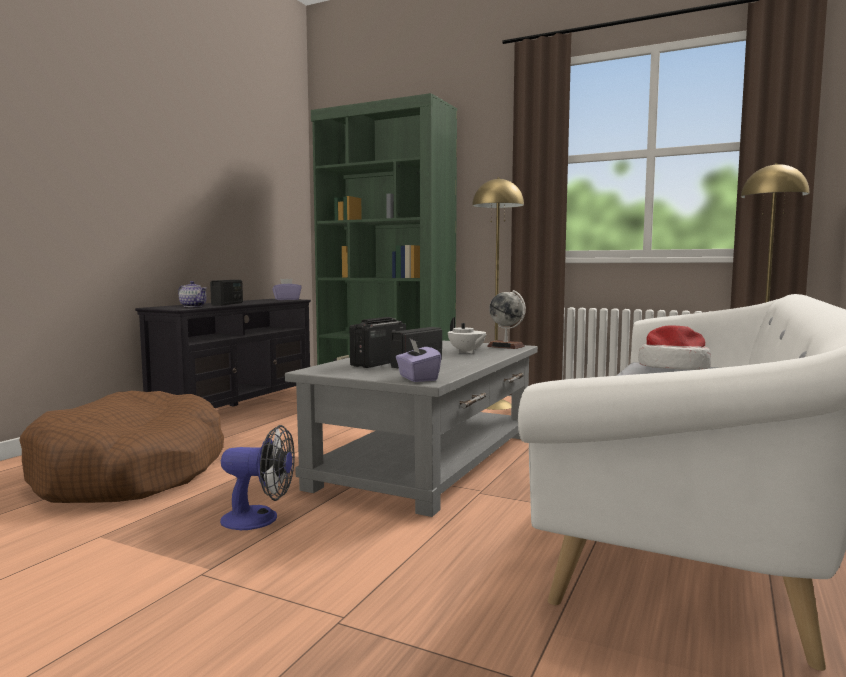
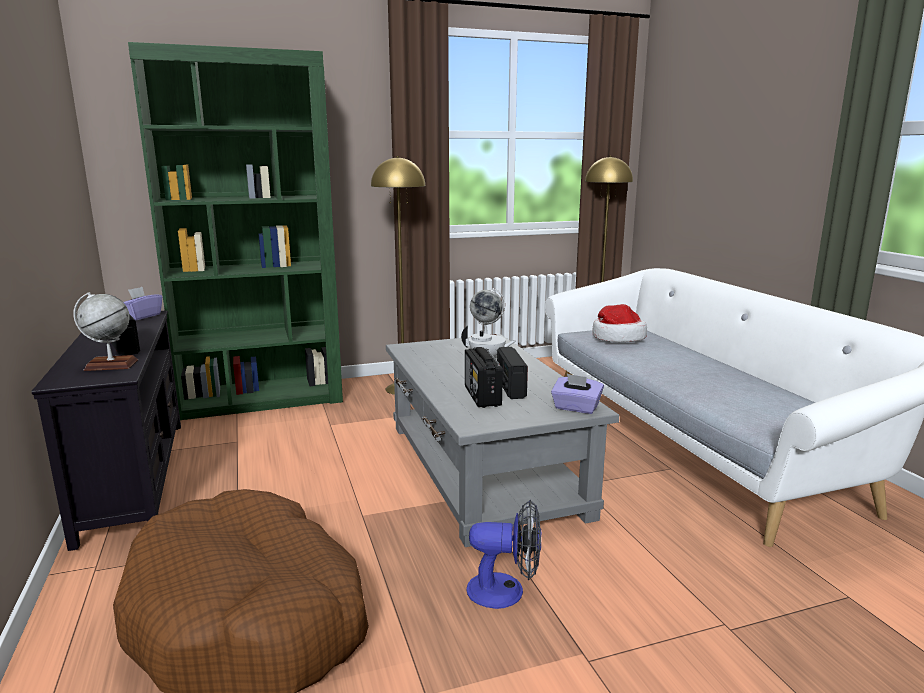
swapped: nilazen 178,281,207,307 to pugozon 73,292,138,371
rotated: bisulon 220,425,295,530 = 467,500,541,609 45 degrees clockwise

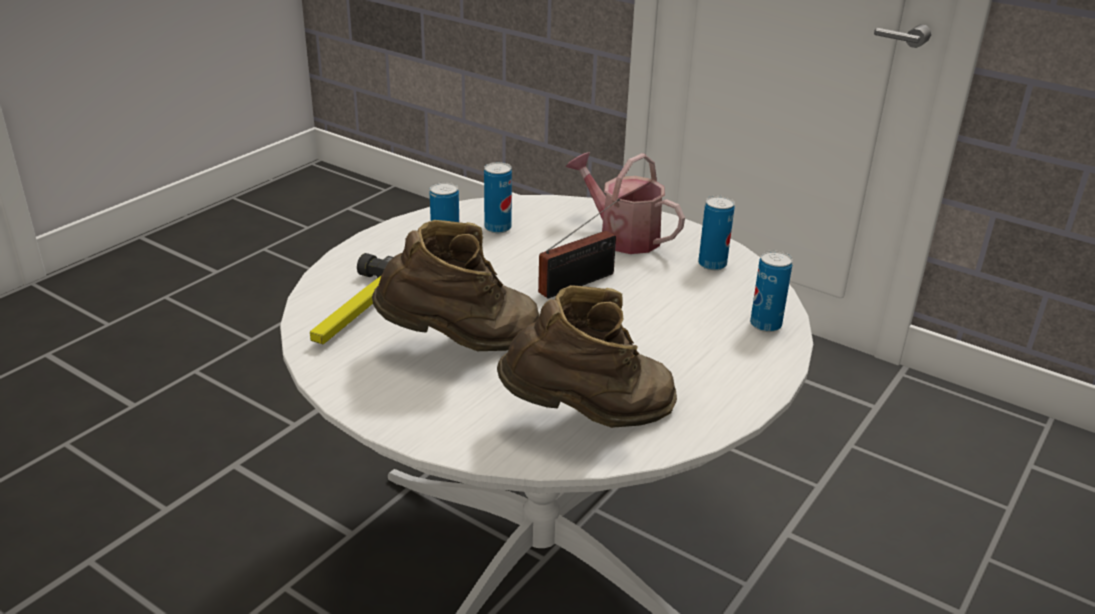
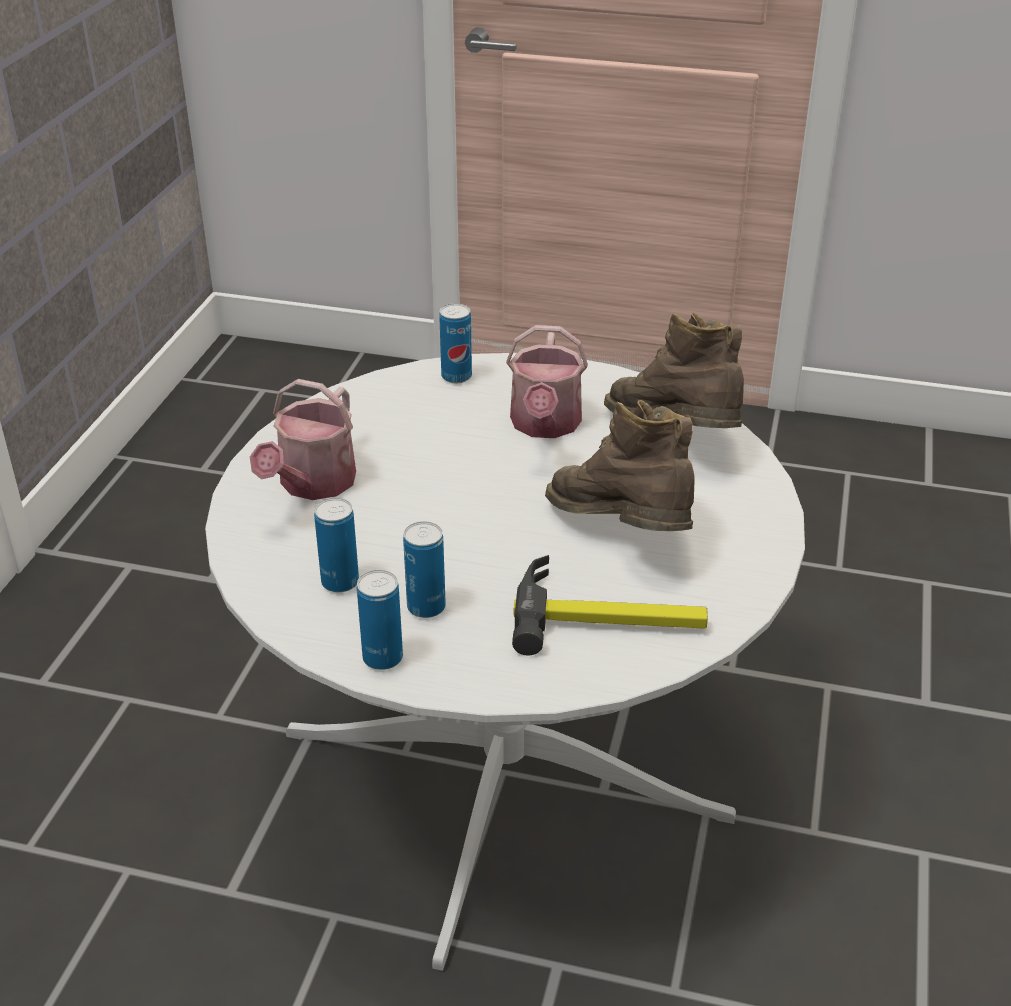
gone: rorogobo 538,199,620,298
new: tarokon 506,325,588,438
shifted: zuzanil 698,196,735,270 to 357,570,403,670

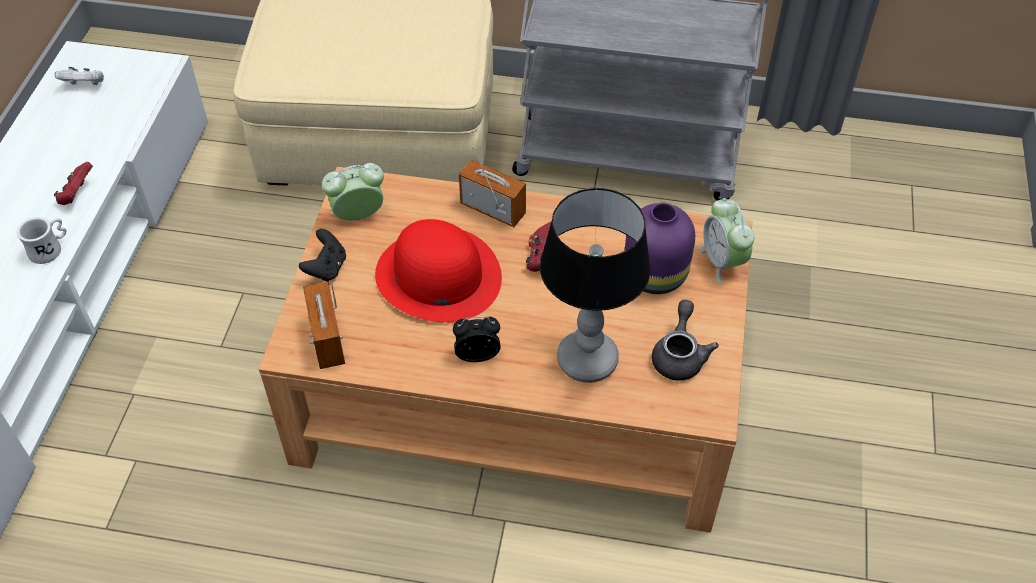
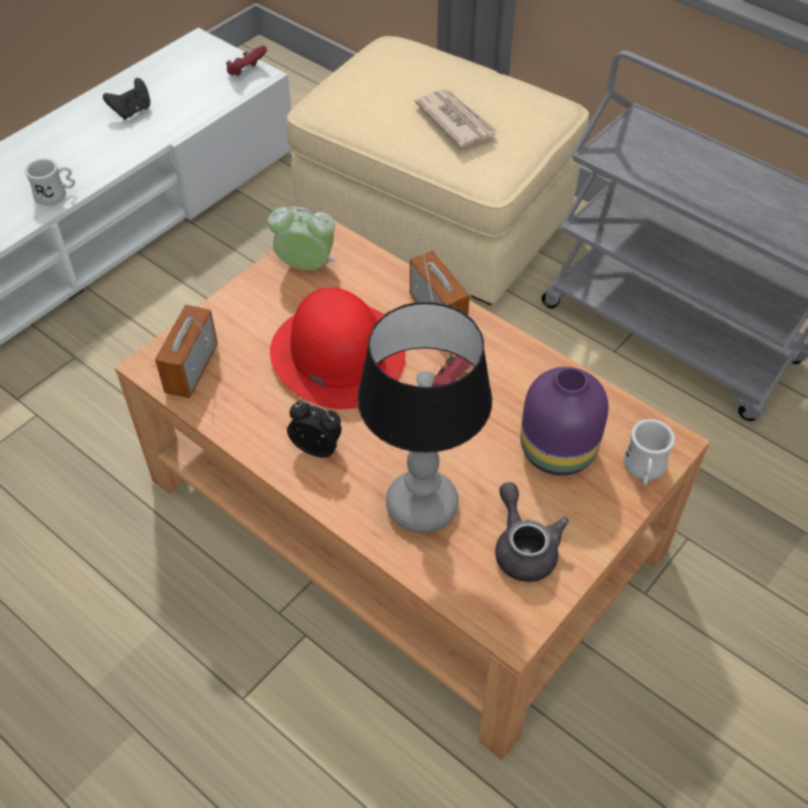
gone: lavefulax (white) 55,67,104,85
new: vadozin 414,89,498,148
shifted: lavefulax (red) 54,162,93,205 to 226,45,267,76; lavefulax (black) 299,229,346,282 to 103,78,150,120
swapped: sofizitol 699,198,754,284 to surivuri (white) 624,419,675,485
rotated: nilazen (grey) 652,300,719,381 = 495,482,569,582 60 degrees counterclockwise

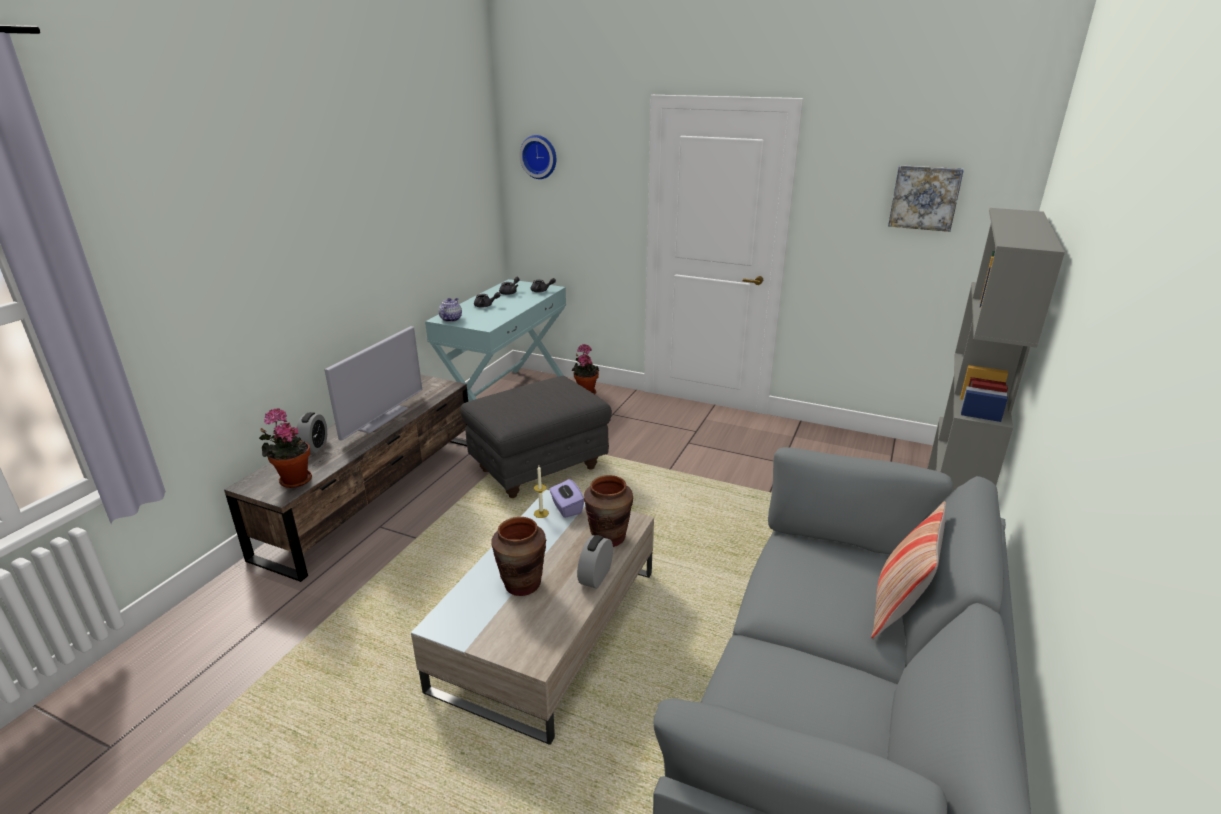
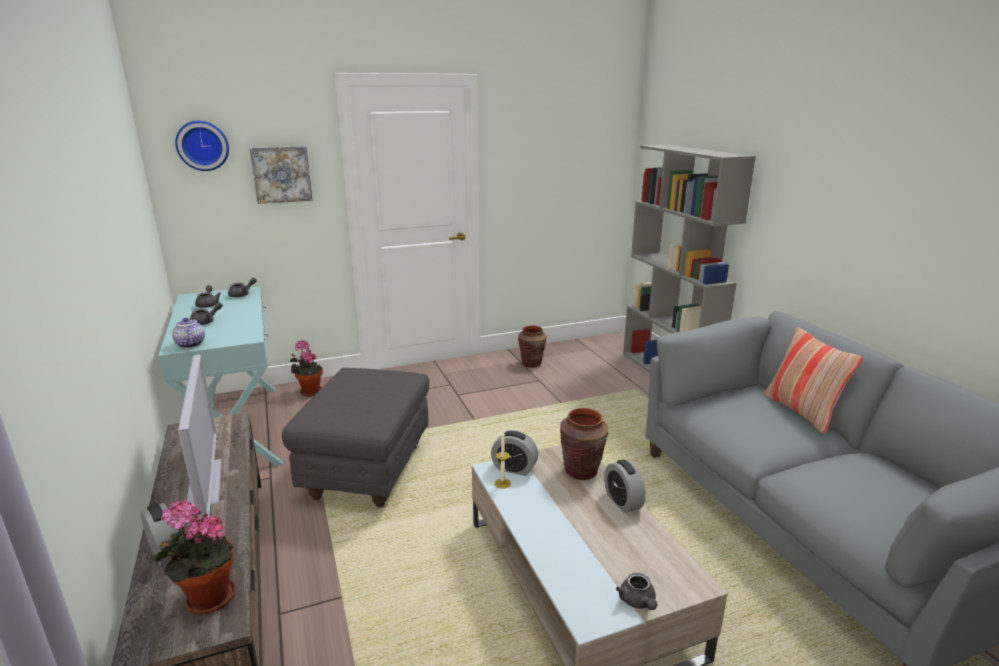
new: nilazen (grey) 616,573,657,610
shifted: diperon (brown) 491,517,546,596 to 518,326,547,368; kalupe 888,165,964,232 to 250,146,313,204
swapped: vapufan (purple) 549,479,584,518 to sofizitol 491,430,538,476

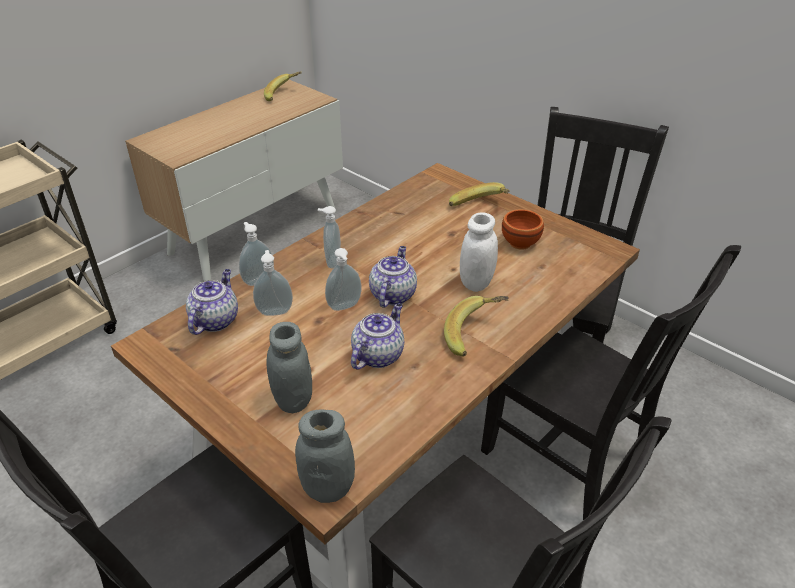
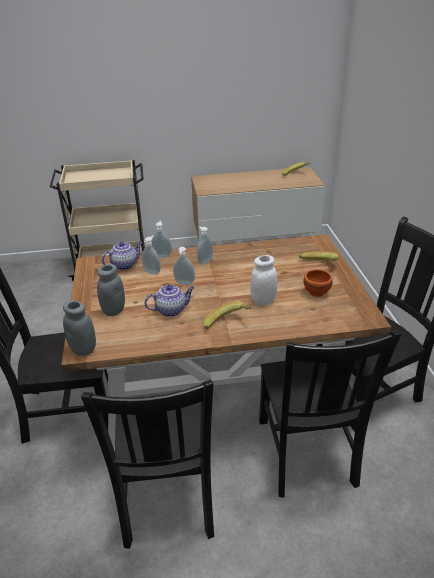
gone: nilazen 369,246,417,307

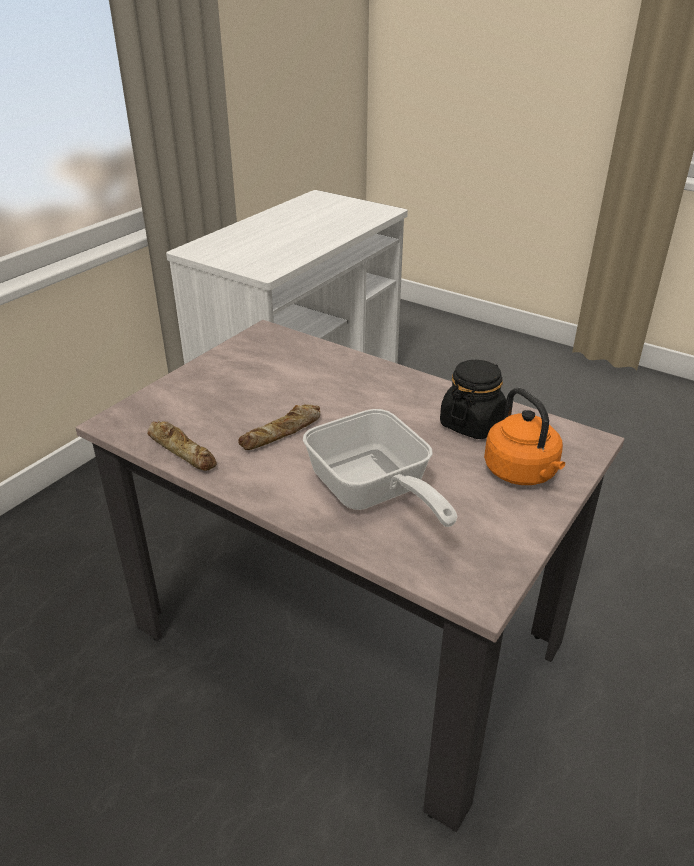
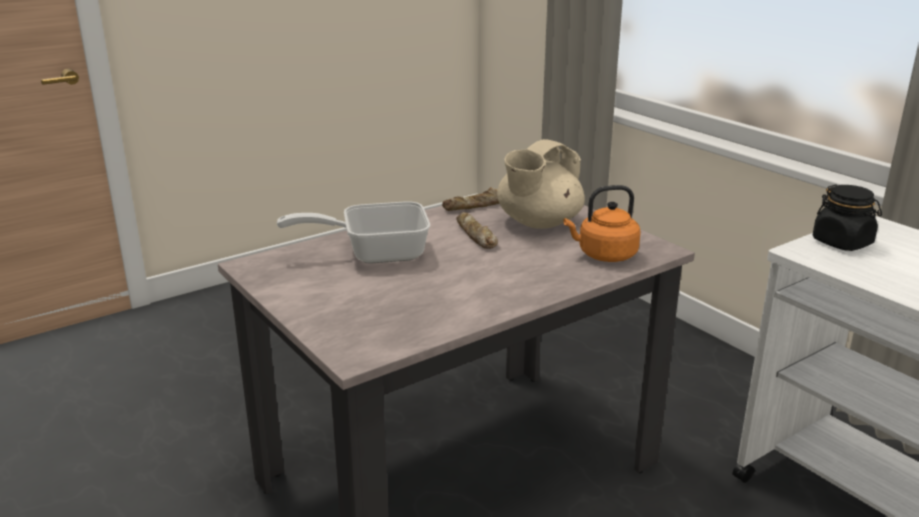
new: nilazen (beige) 497,139,585,229
shifted: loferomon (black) 440,360,506,439 to 813,184,882,251; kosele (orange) 484,388,565,485 to 563,185,641,262

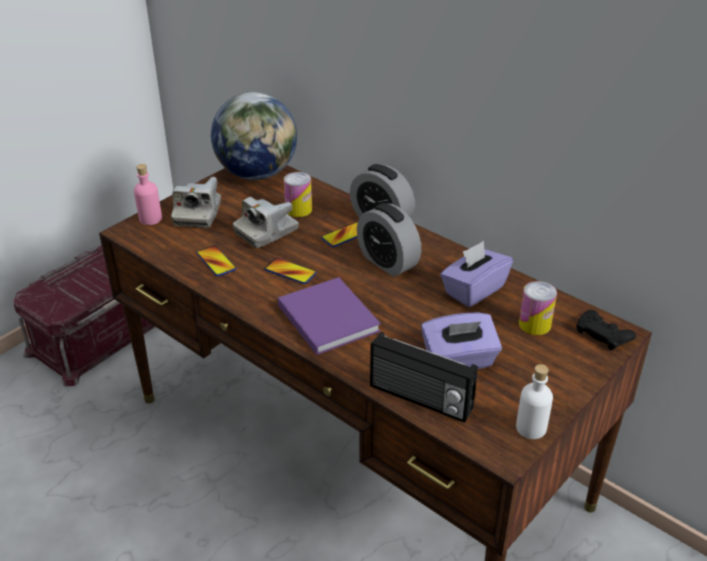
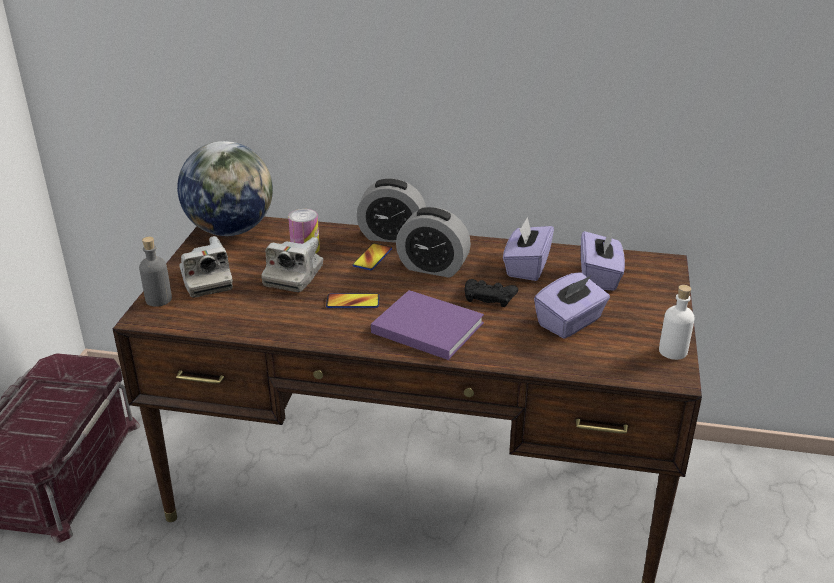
gone: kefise 196,245,237,276; rorogobo 370,332,478,423
shifted: lavefulax (black) 576,310,636,350 to 464,279,518,307
swapped: zuzanil 519,281,557,335 to vapufan (purple) 581,229,625,291
repainted: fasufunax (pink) 134,164,162,225 to fasufunax (grey) 139,237,172,307

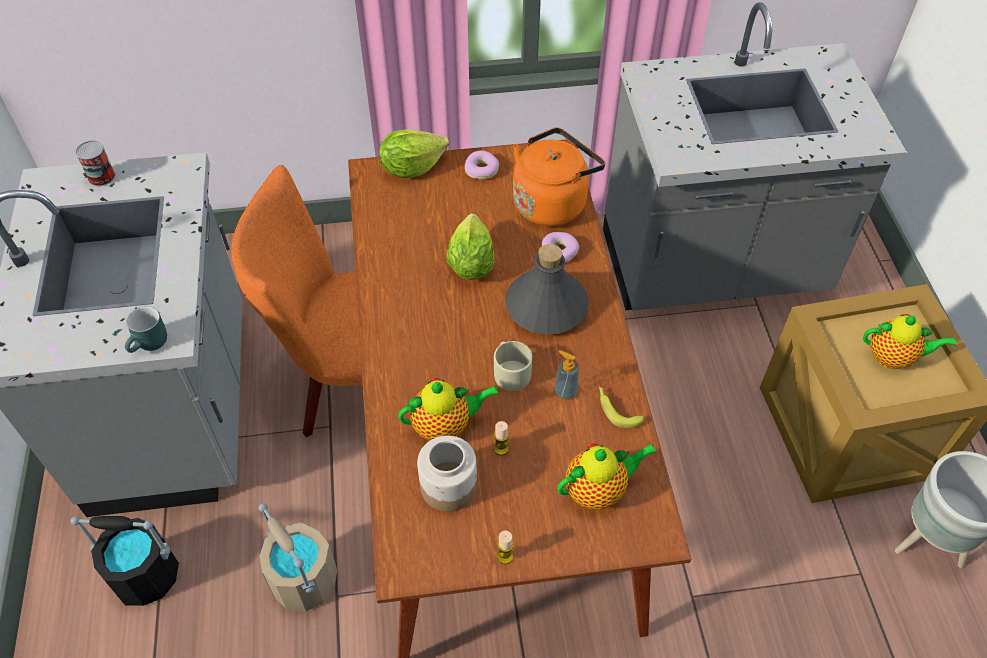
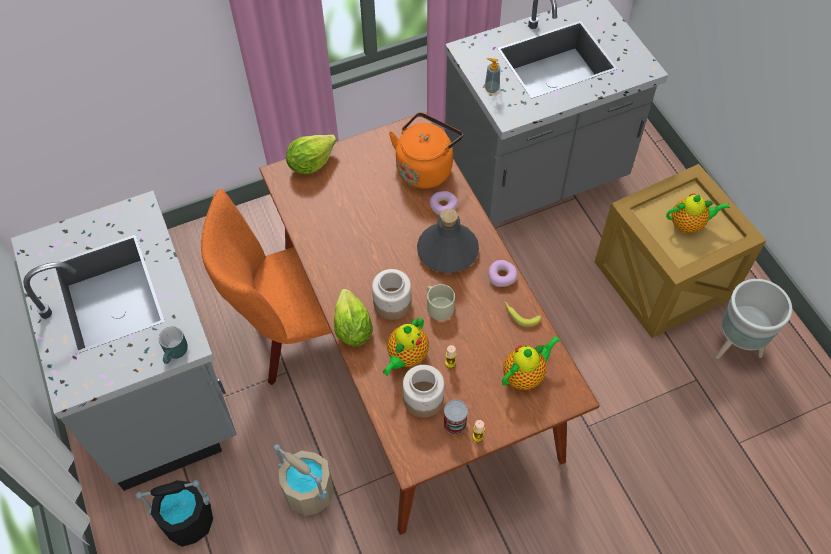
new: loferomon 372,269,412,320
shifted: zuzanil 76,140,115,186 to 444,400,468,434; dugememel 447,214,495,280 to 334,289,373,347; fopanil 465,150,499,179 to 488,260,517,287; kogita 554,350,579,400 to 485,58,500,93
rotated: nilazen 398,378,499,441 = 383,317,429,376 150 degrees clockwise

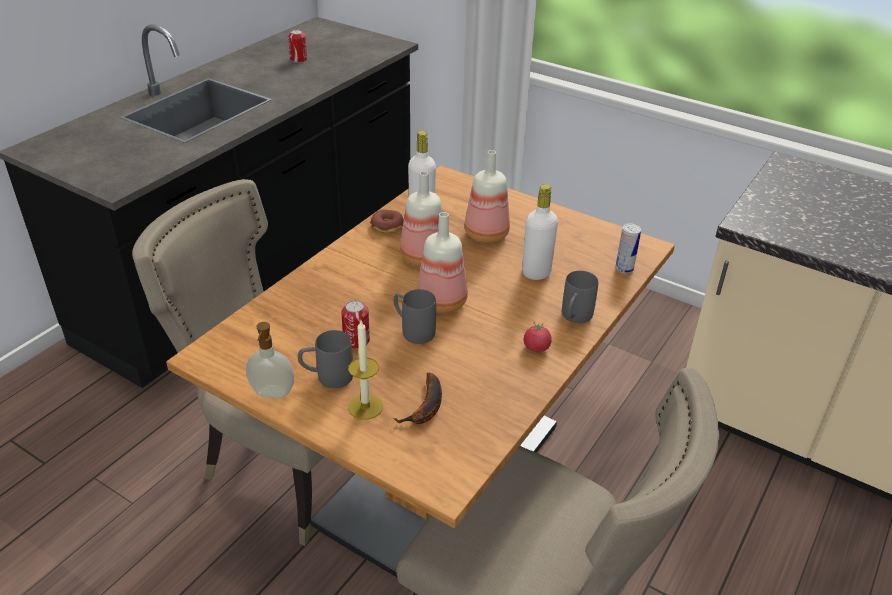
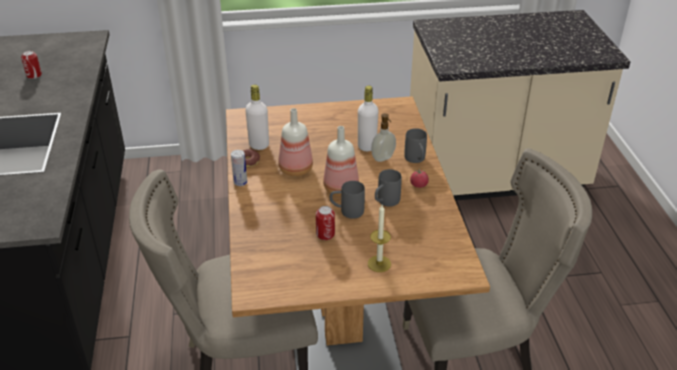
gone: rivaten 394,372,442,424; fasufunax 464,150,510,243
shifted: kogita 246,322,294,398 to 371,113,396,162; surivuri (grey) 298,330,353,388 to 375,169,402,207; zuzanil 615,223,641,274 to 231,150,247,186

